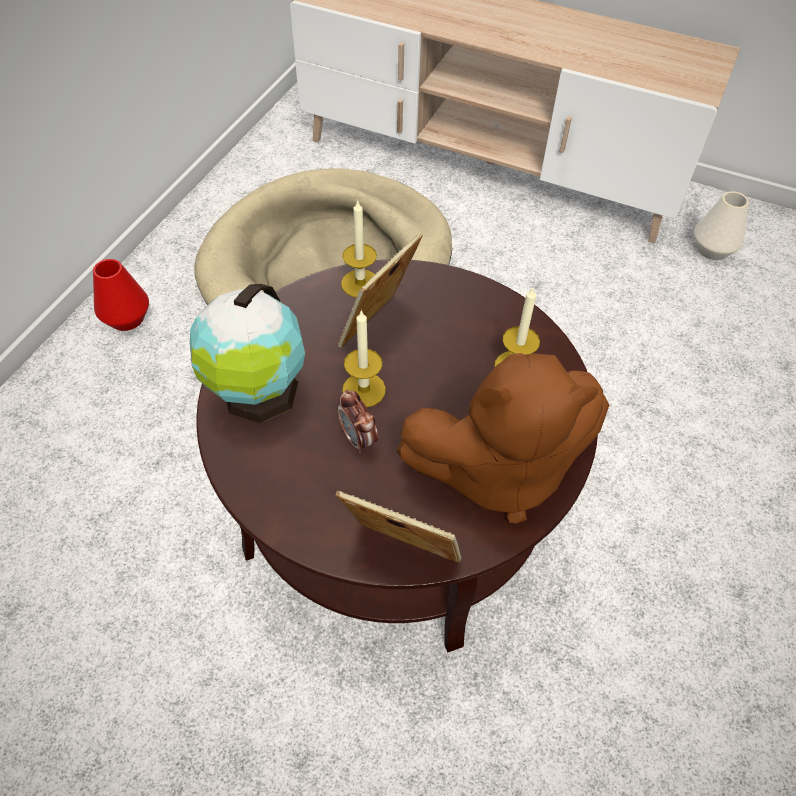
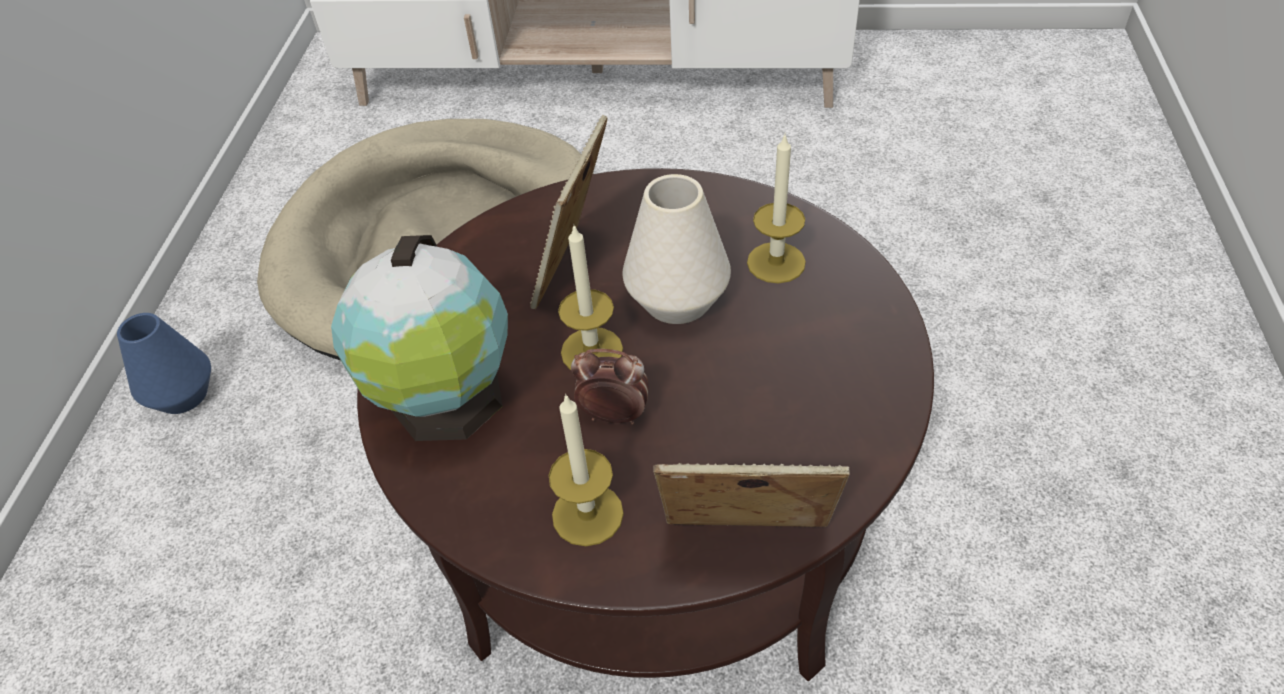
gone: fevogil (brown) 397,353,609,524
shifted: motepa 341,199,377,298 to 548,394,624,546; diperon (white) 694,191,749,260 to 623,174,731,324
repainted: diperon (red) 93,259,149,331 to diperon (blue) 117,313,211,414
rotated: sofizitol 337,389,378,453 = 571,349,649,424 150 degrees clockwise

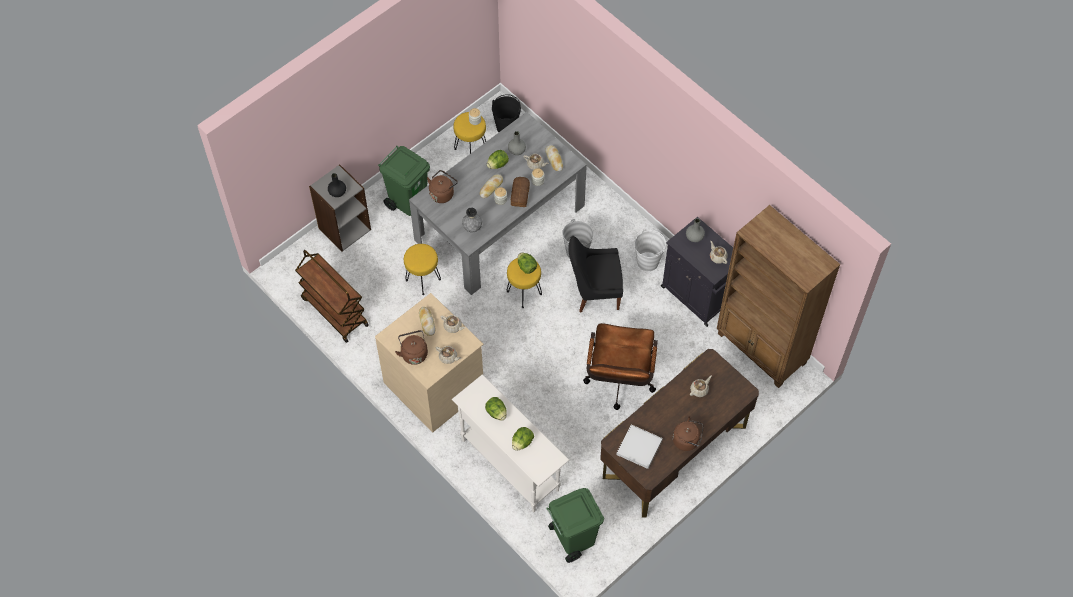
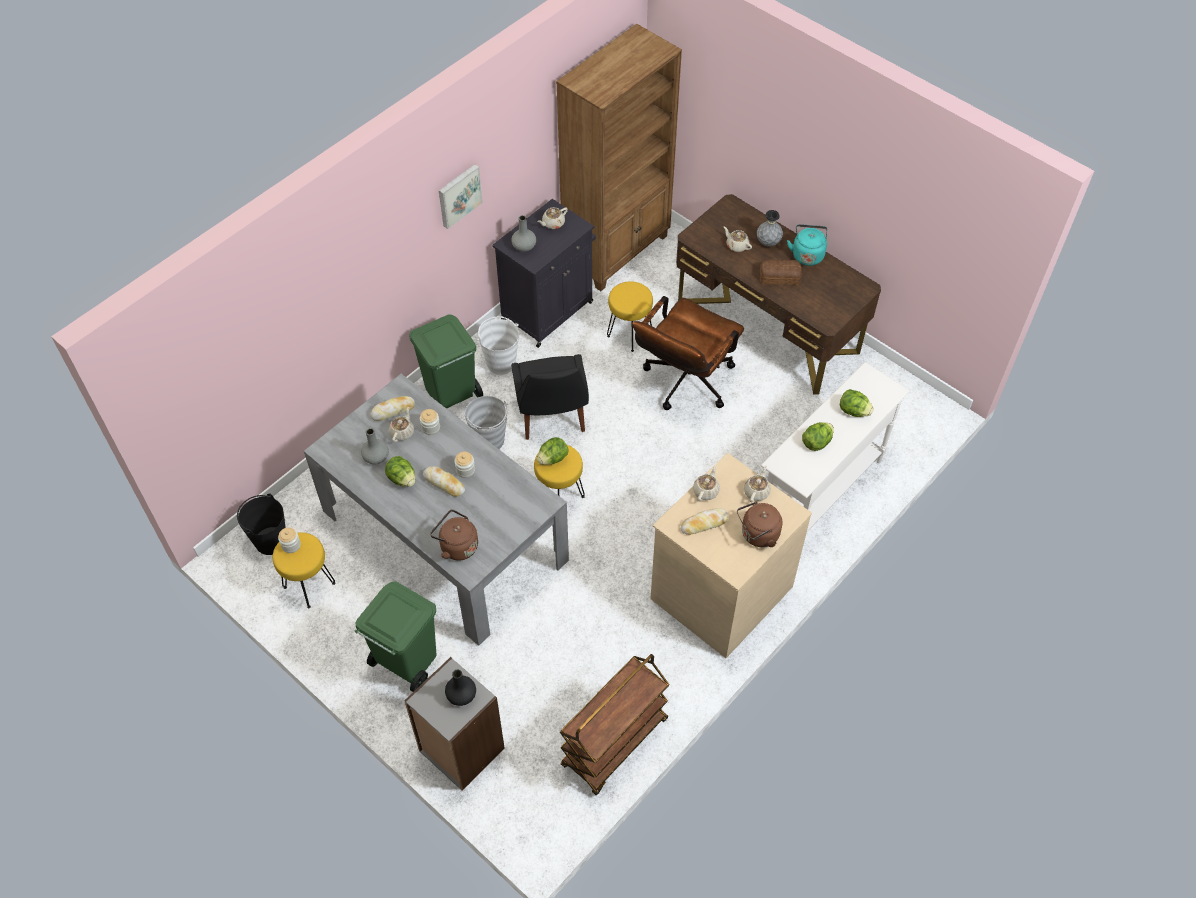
gone: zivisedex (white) 616,424,663,469
new: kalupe 439,164,483,229
shifted: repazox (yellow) 404,244,441,295 to 607,281,653,352; diperon (grey) 462,208,482,233 to 757,210,783,247; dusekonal 511,177,530,207 to 760,259,802,285; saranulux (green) 547,488,604,563 to 409,314,483,409
repainted: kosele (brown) 673,416,704,451 to kosele (turquoise) 787,224,827,266
rotated: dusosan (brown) 583,323,658,410 = 632,296,744,410 120 degrees clockwise

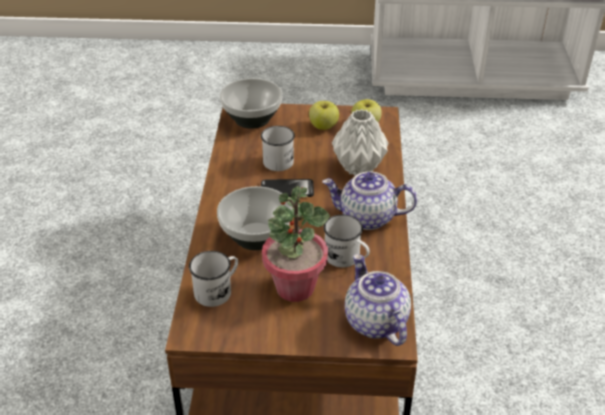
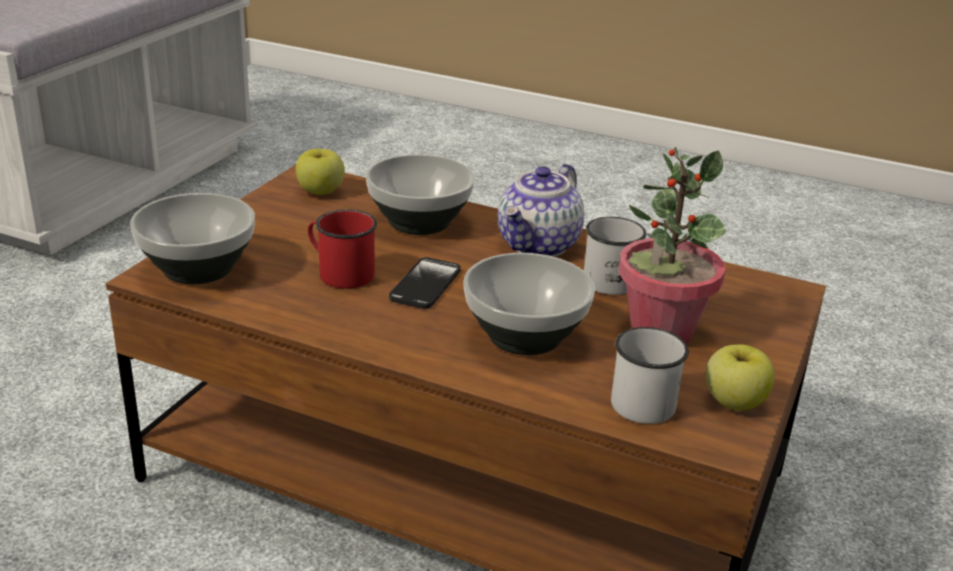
gone: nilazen 345,254,411,346
shifted: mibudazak 309,101,339,130 to 705,344,775,410
swapped: diperon (grey) 332,109,389,176 to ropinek 366,154,475,235
repainted: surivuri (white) 261,126,295,171 to surivuri (red) 308,209,377,289

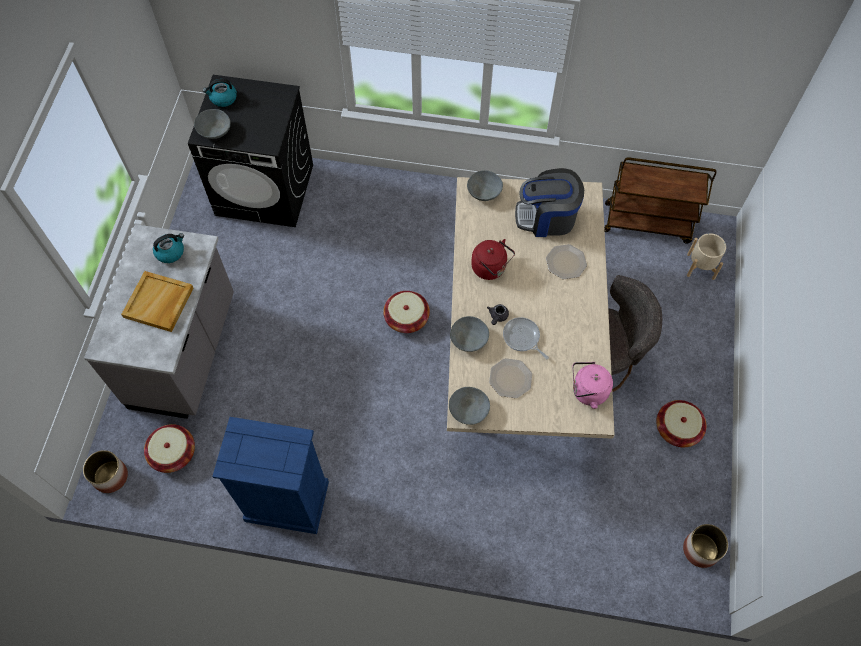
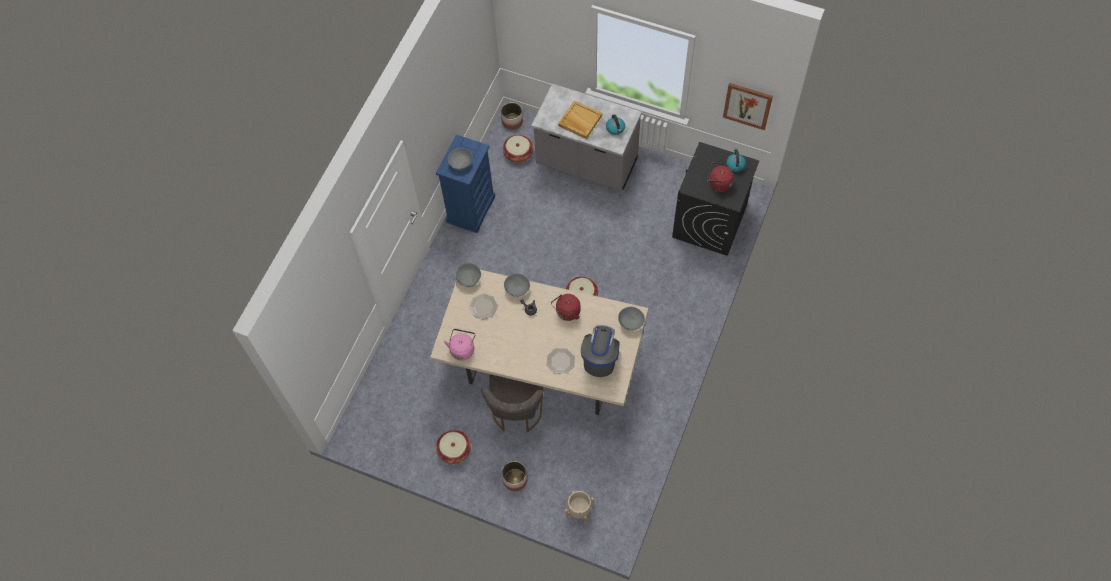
gone: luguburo 503,317,549,359; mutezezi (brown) 604,157,716,244
new: kosele (red) 707,163,733,192; kalupe 723,83,773,130
shifted: ropinek (grey) 194,109,231,139 to 448,148,472,170; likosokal 683,524,728,568 to 502,461,528,491

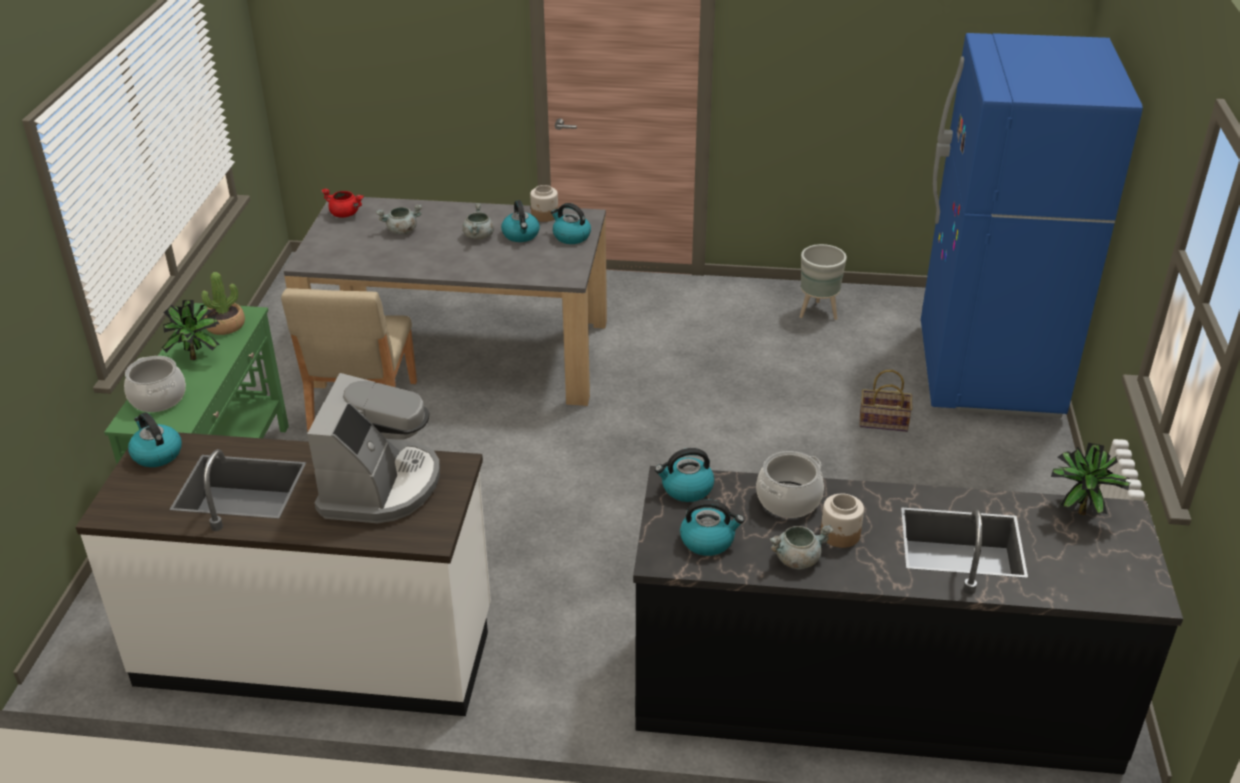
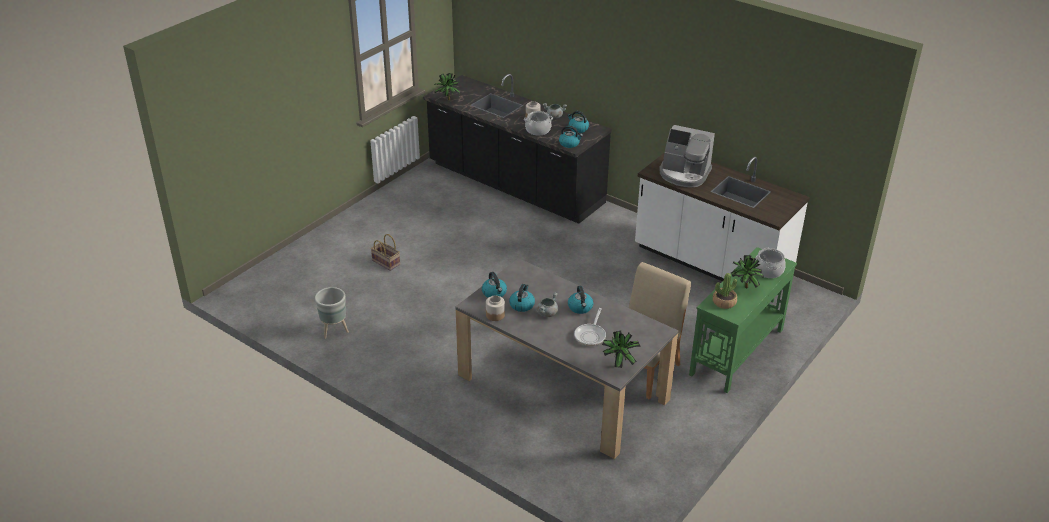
gone: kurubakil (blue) 921,33,1143,418
shifted: kosele 128,412,182,467 to 568,286,593,314
swapped: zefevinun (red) 321,189,364,218 to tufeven 602,331,641,368; zefevinun (grey) 376,204,422,235 to luguburo 574,308,606,346
rotated: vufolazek 307,373,440,523 = 659,125,715,188 105 degrees counterclockwise

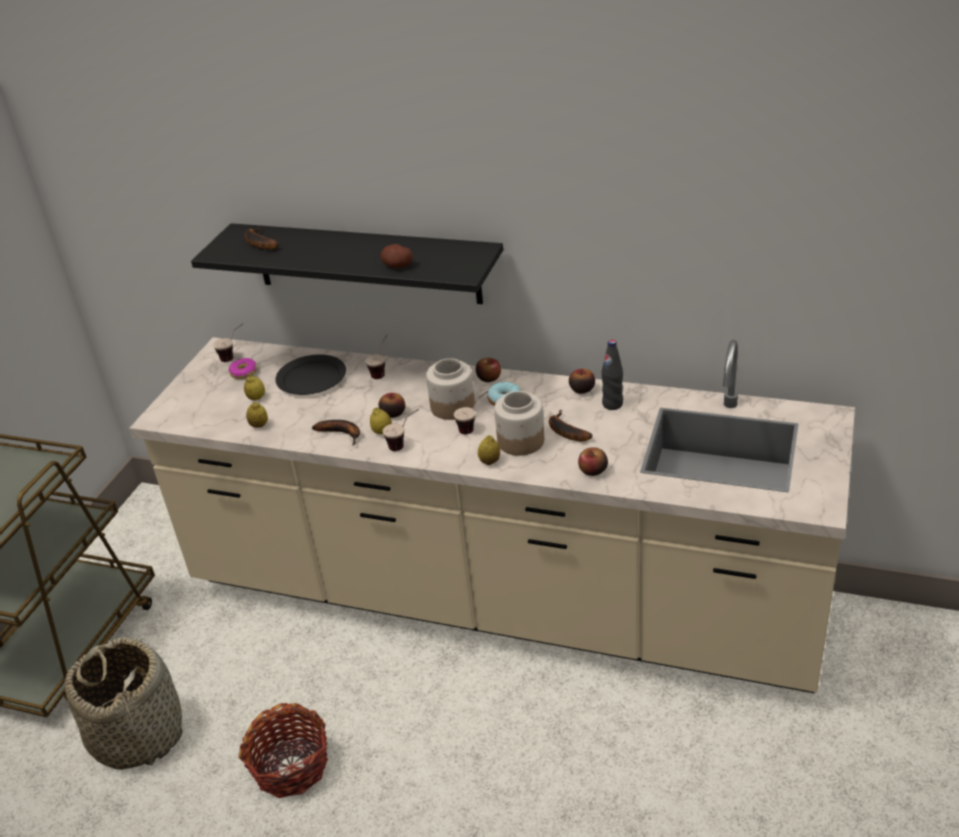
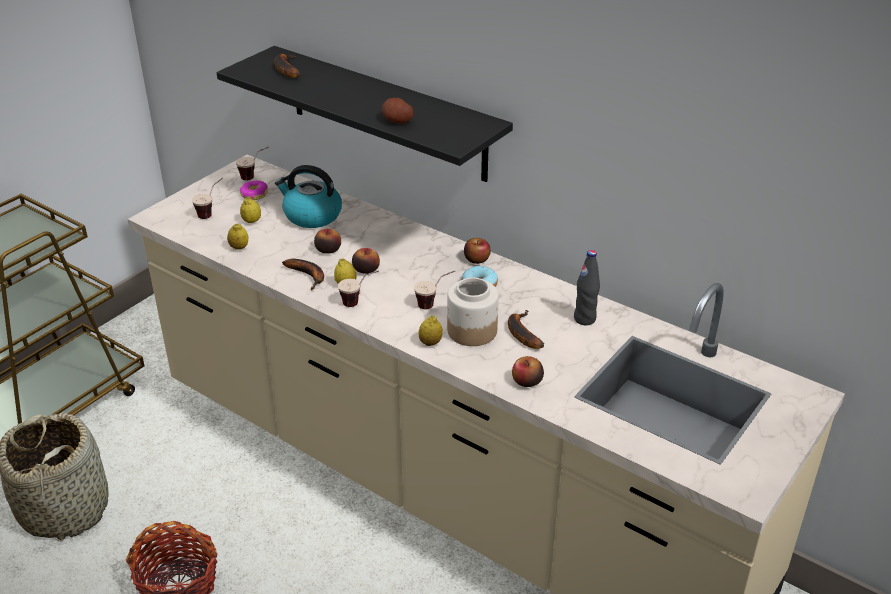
gone: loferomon 426,358,475,420
shifted: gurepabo 365,335,388,379 to 192,178,223,219; mibudazak 569,369,595,394 to 314,229,341,254
swapped: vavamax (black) 275,354,346,395 to kosele 275,165,342,228

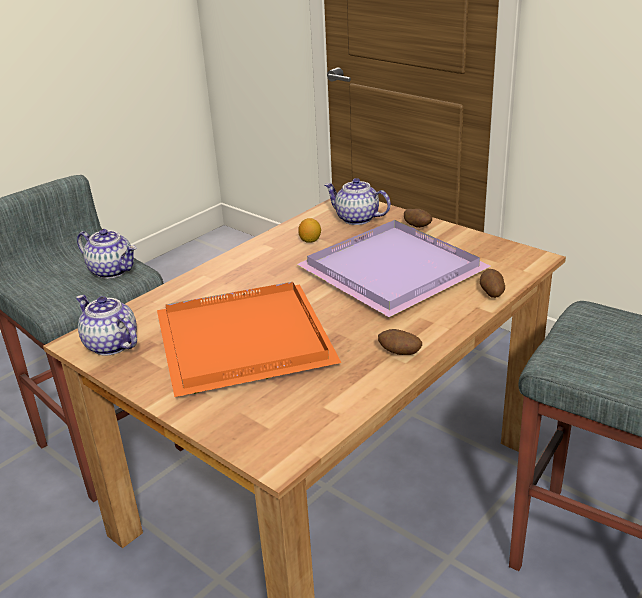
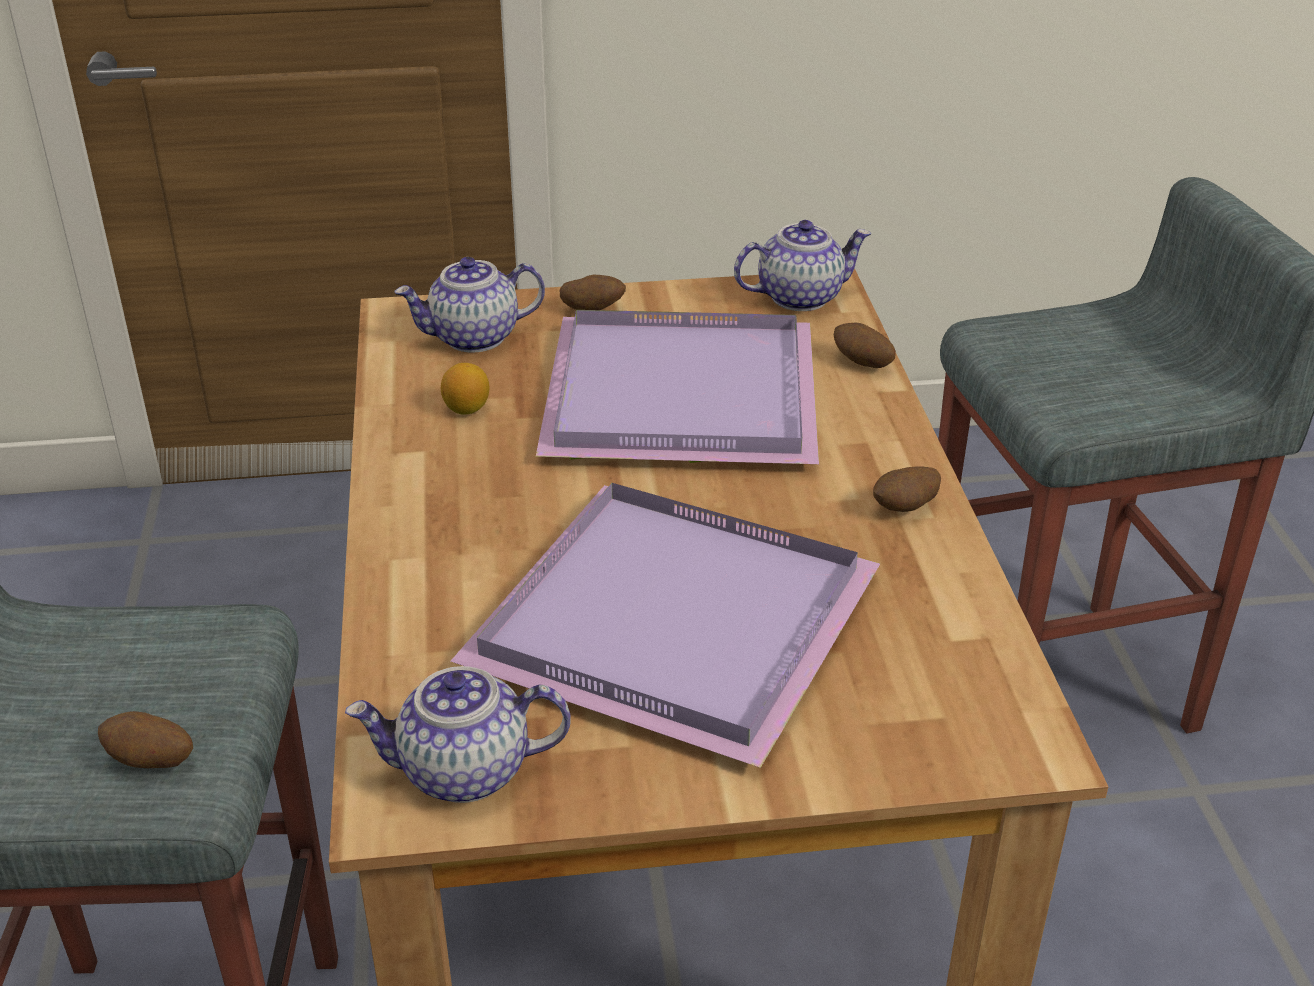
new: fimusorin 98,711,193,768
shifted: nilazen 77,229,136,279 to 734,220,871,311
repainted: zivisedex (orange) 157,282,342,397 to zivisedex (purple) 451,483,880,768

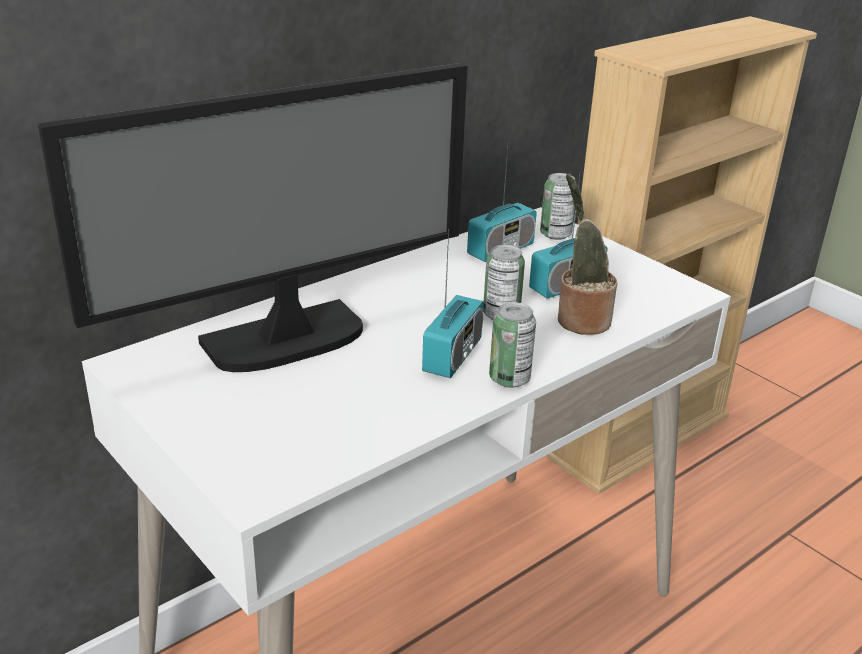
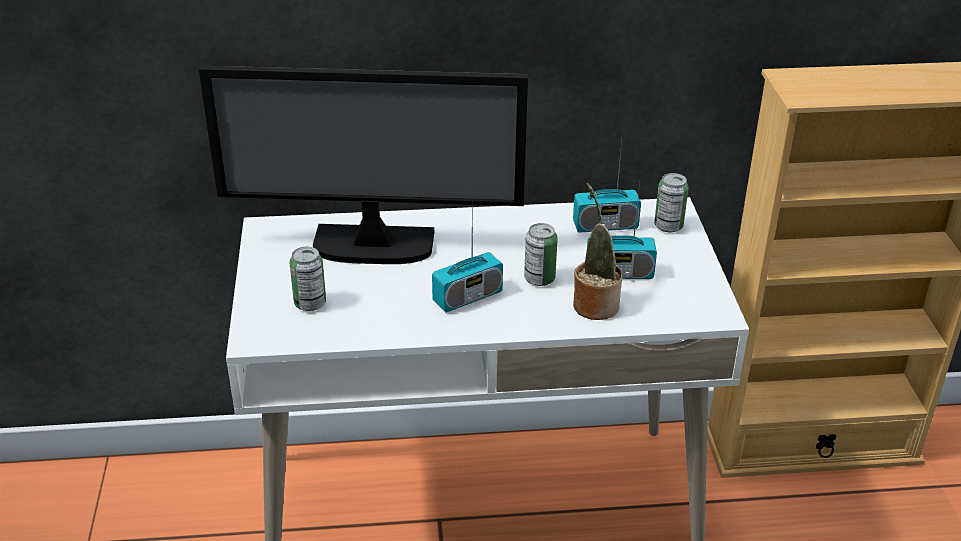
shifted: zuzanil 489,302,536,388 to 289,247,326,311

